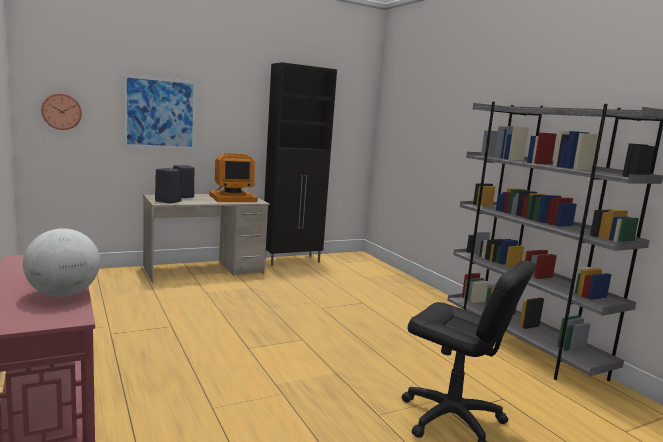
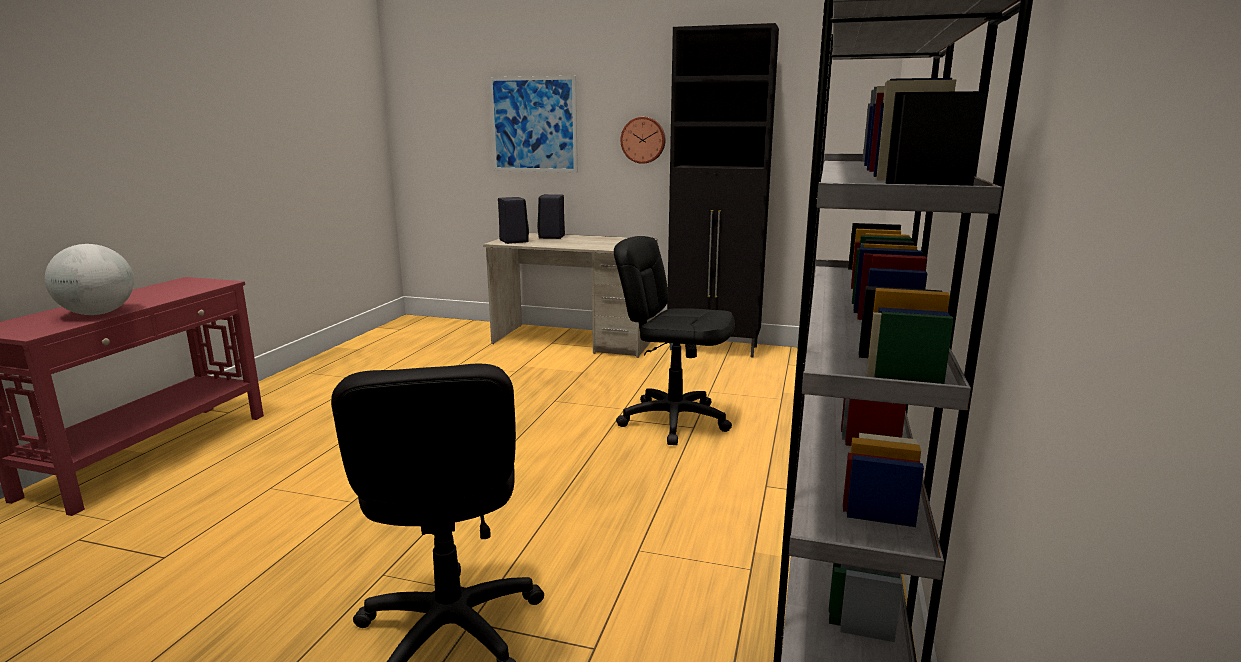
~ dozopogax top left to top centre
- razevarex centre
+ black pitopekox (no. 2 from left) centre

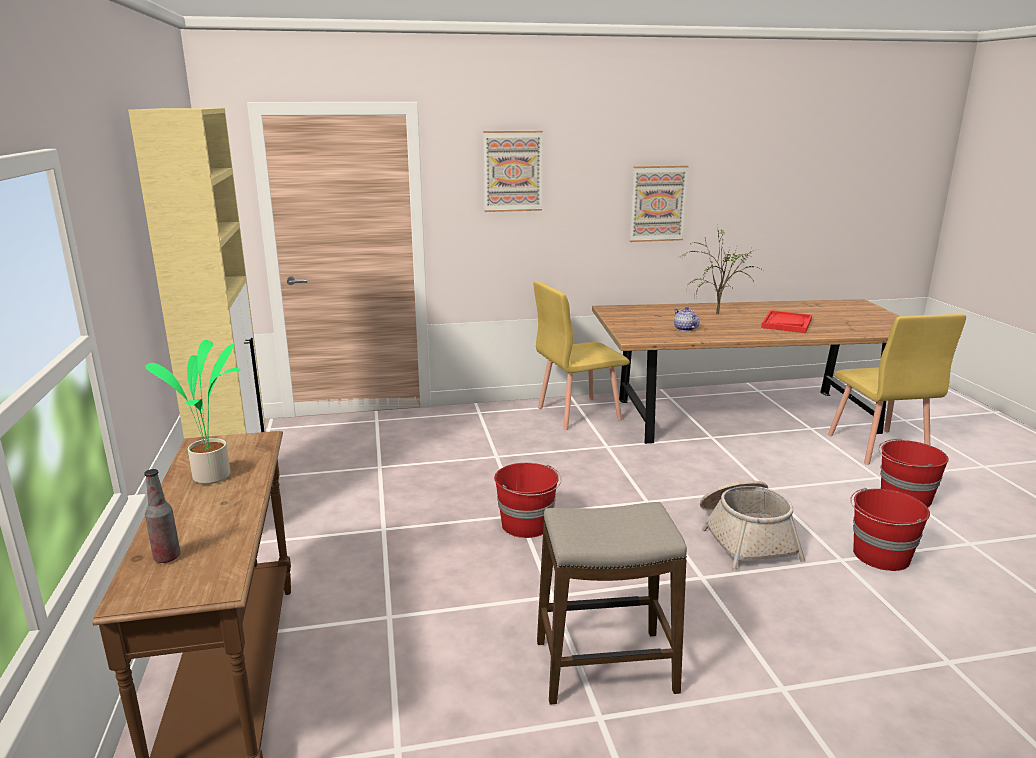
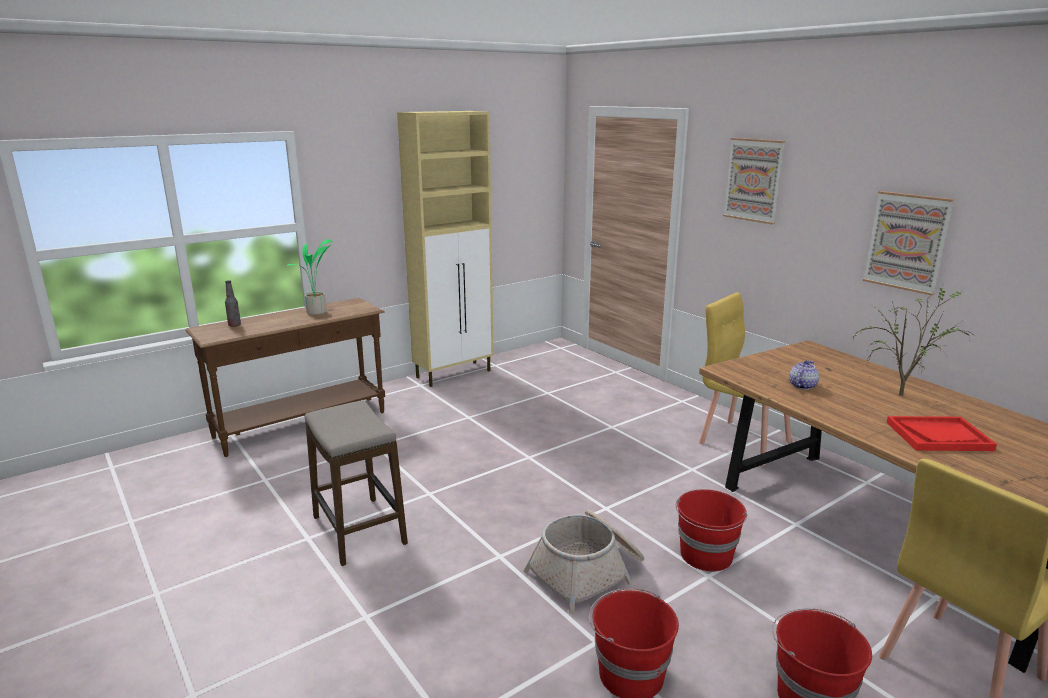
~ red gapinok (no. 1 from left in the first image) centre to red gapinok (no. 2 from left) bottom right

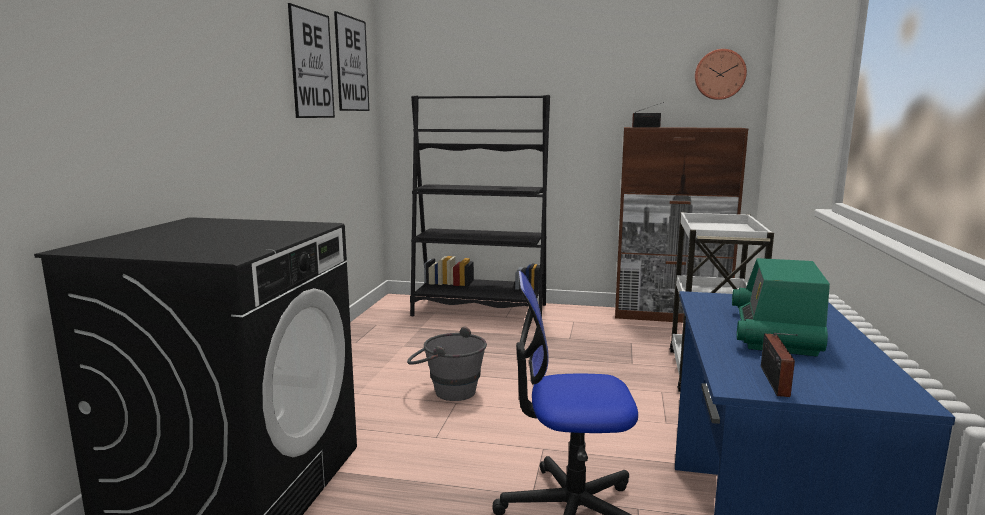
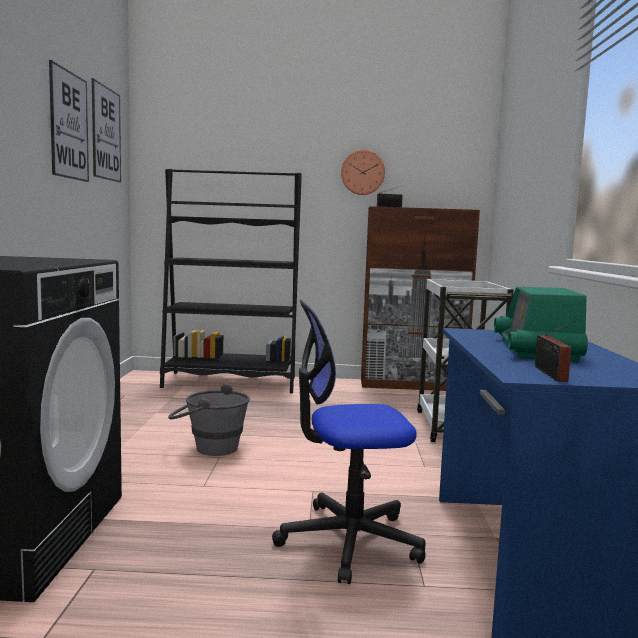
~ dozopogax top right to top centre

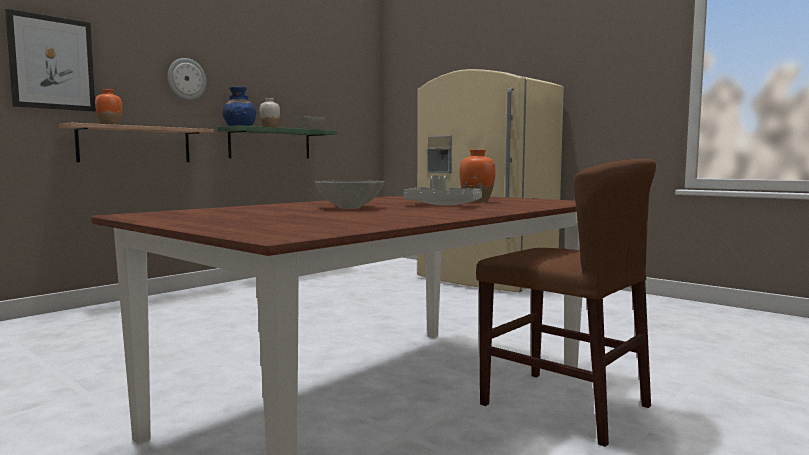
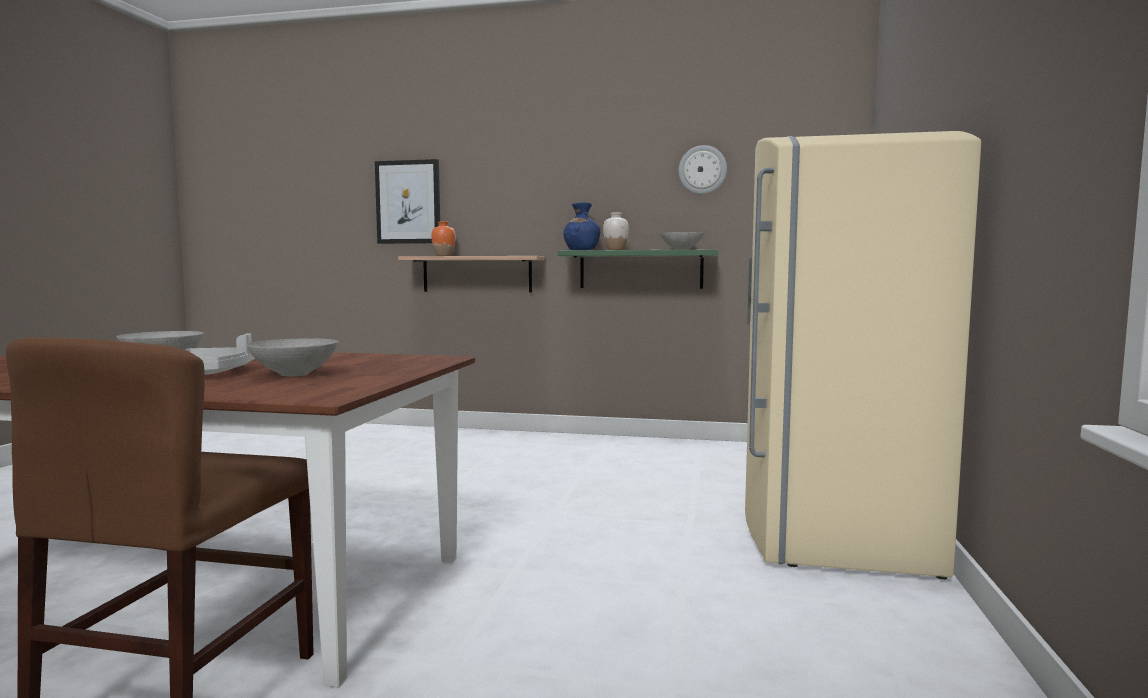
~ dozopogax top left to top centre
~ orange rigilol (no. 2 from left) centre to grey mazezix (no. 2 from left) middle left

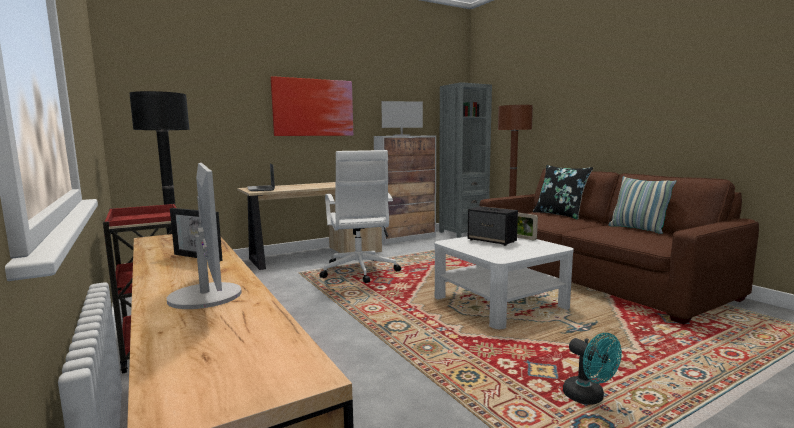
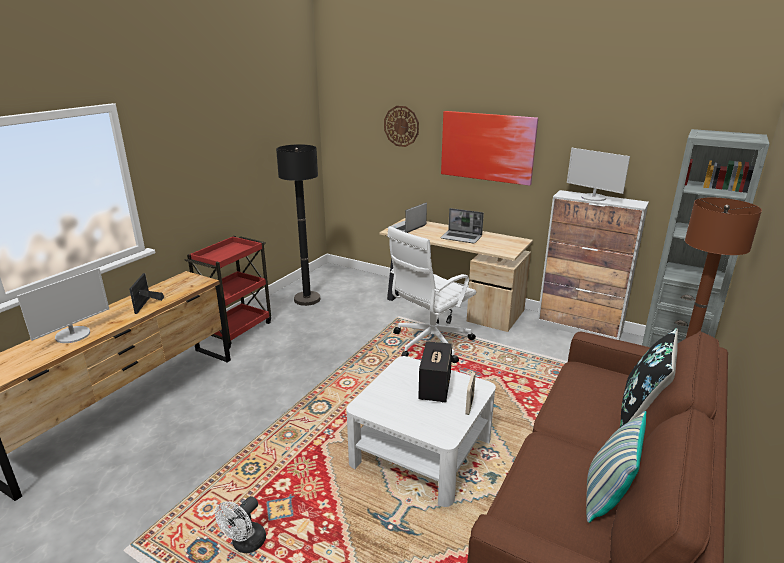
~ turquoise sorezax bottom right to white sorezax bottom left
+ dozopogax top centre
+ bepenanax (no. 2 from left) centre

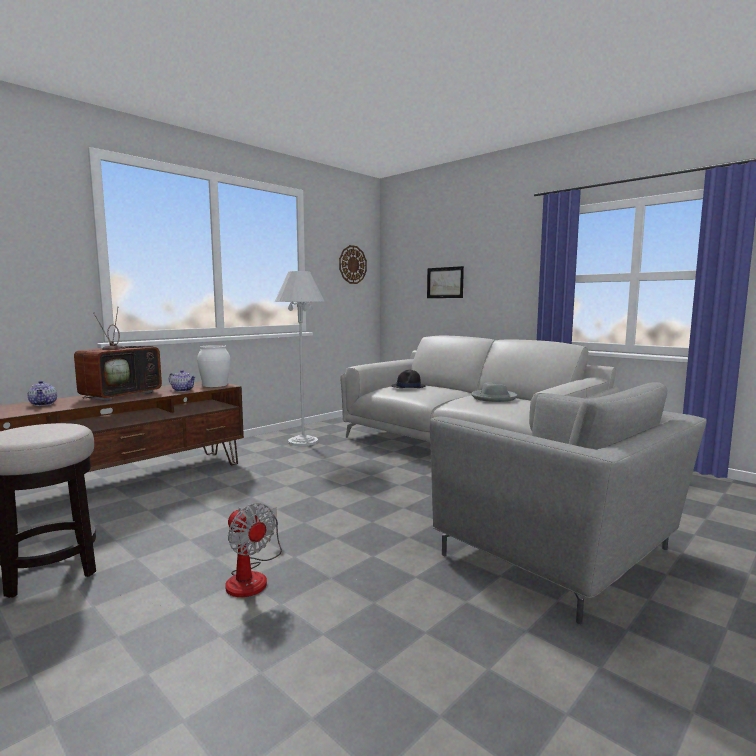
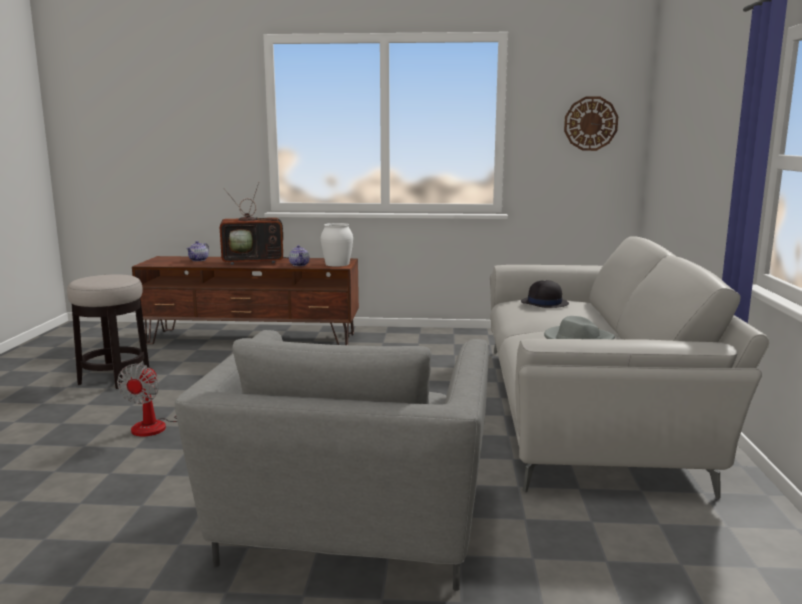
- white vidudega centre
- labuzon centre

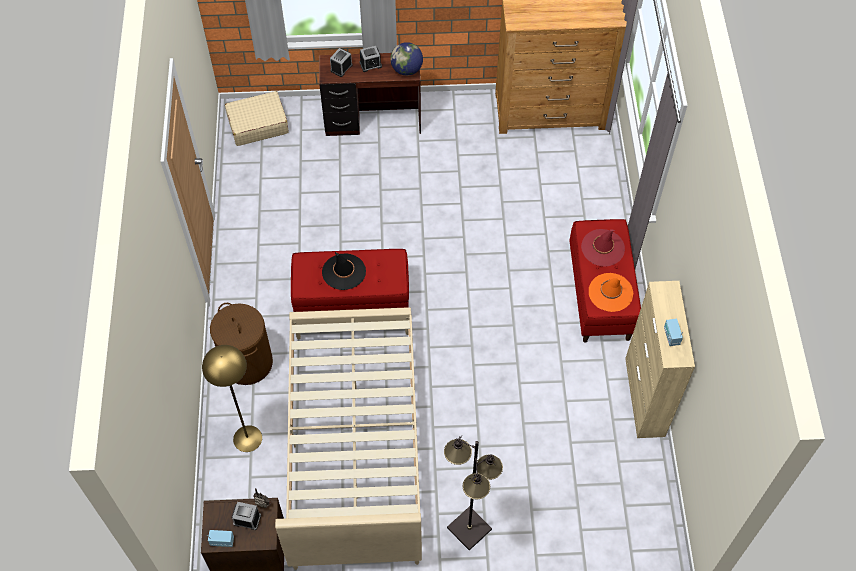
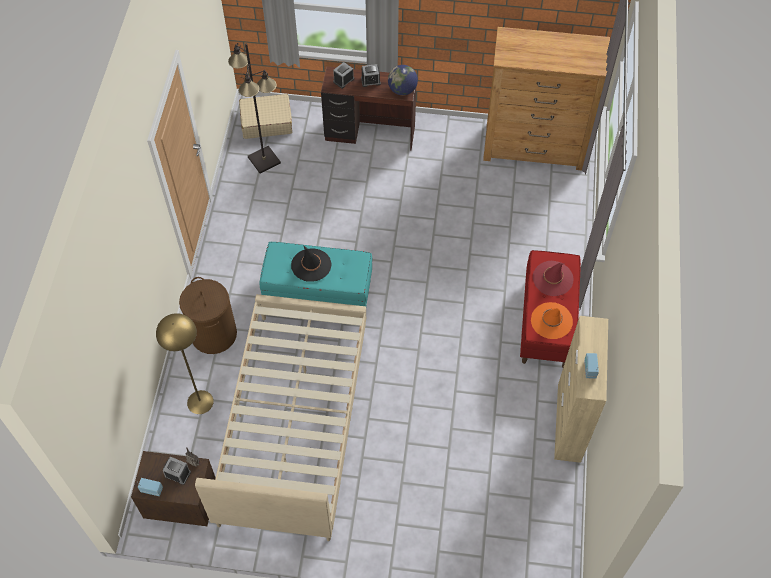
~ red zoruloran (no. 1 from left) centre to turquoise zoruloran centre
~ black vidudega bottom centre to top left

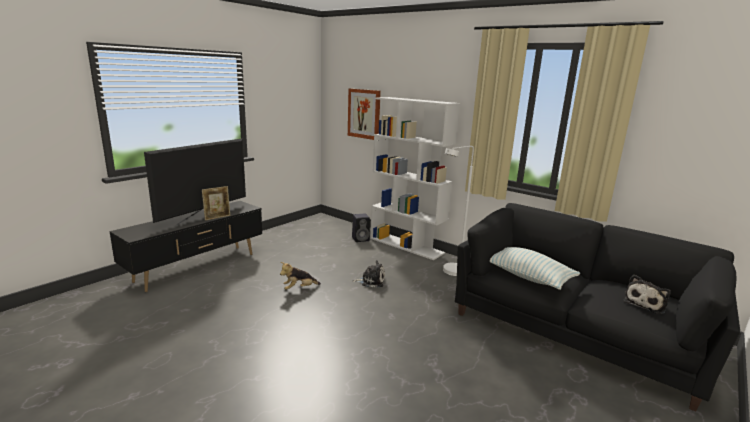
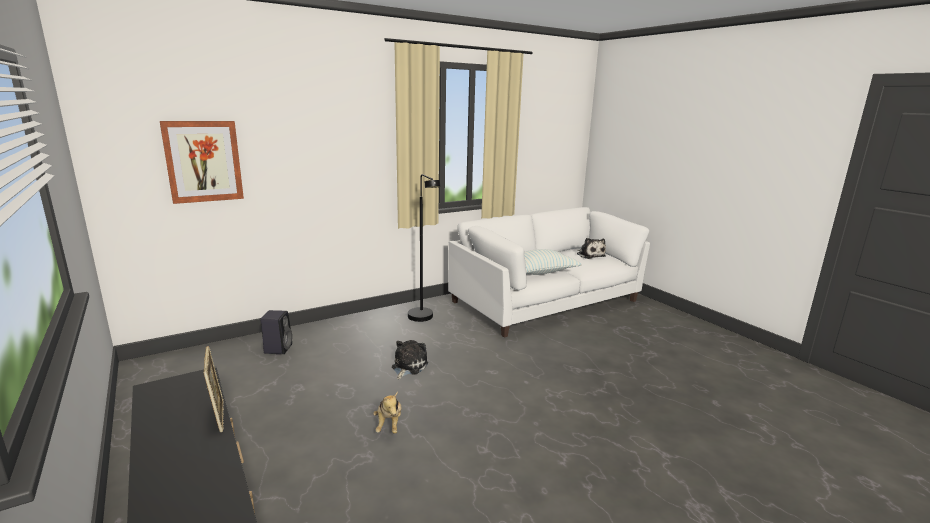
- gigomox middle left
- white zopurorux centre
~ white vidudega centre to black vidudega centre
~ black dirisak bottom right to white dirisak centre

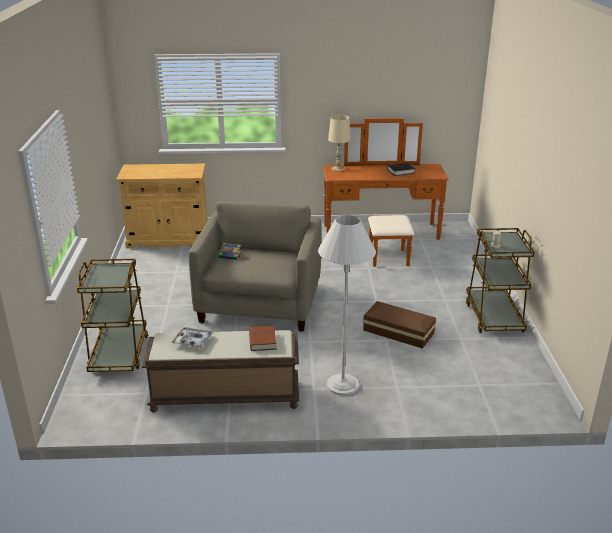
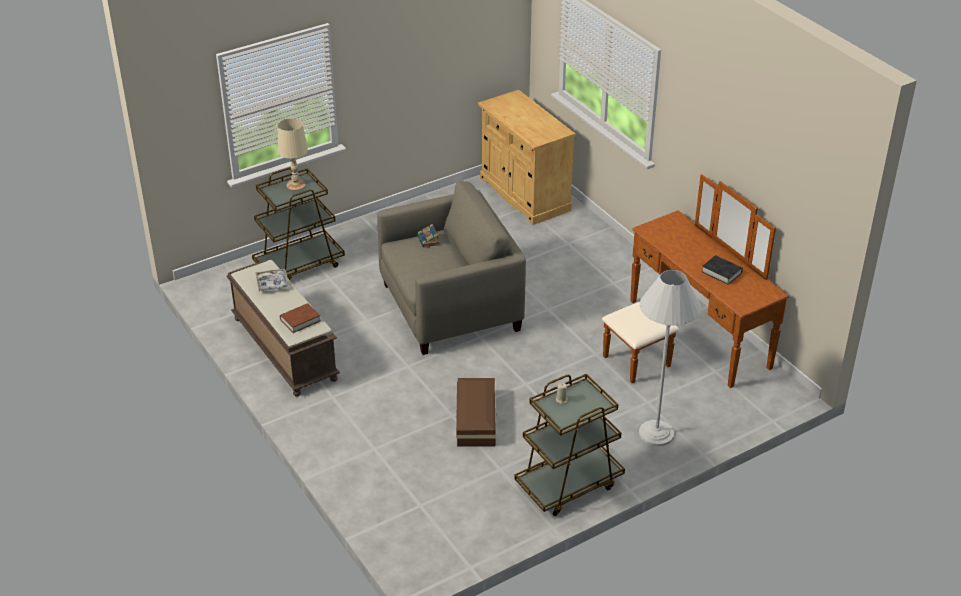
~ white vidudega centre to middle right
~ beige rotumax top centre to top left

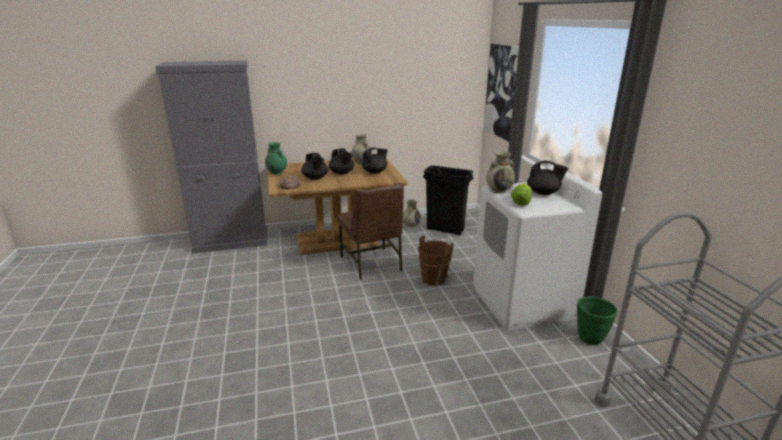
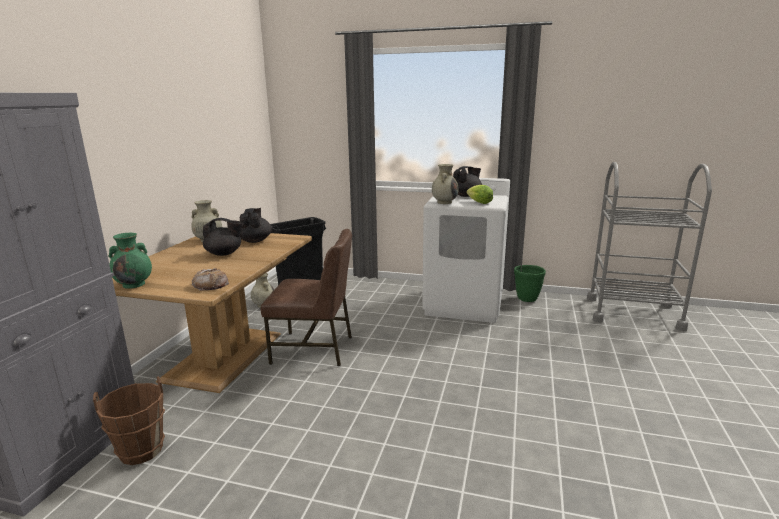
- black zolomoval (no. 1 from left) centre
~ brown gapinok centre to bottom left
- labuzon top centre

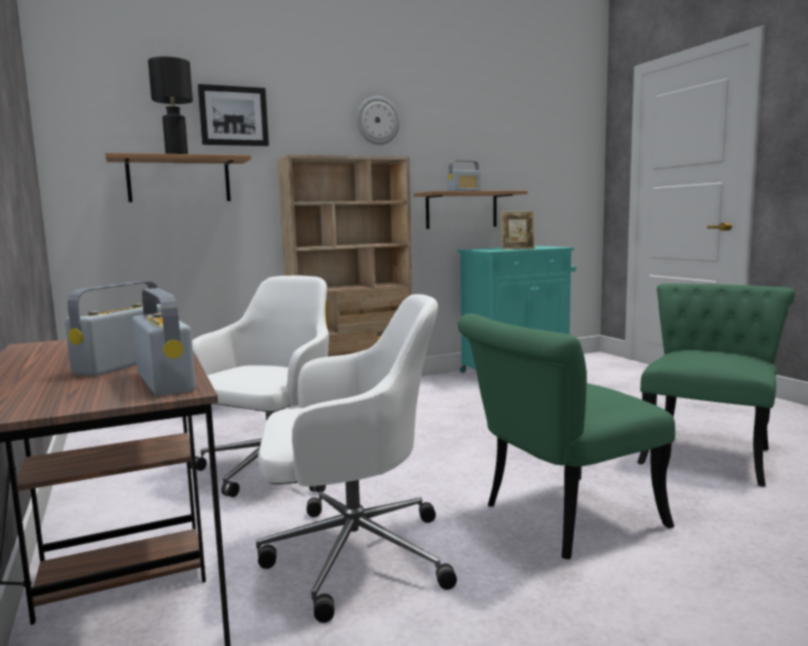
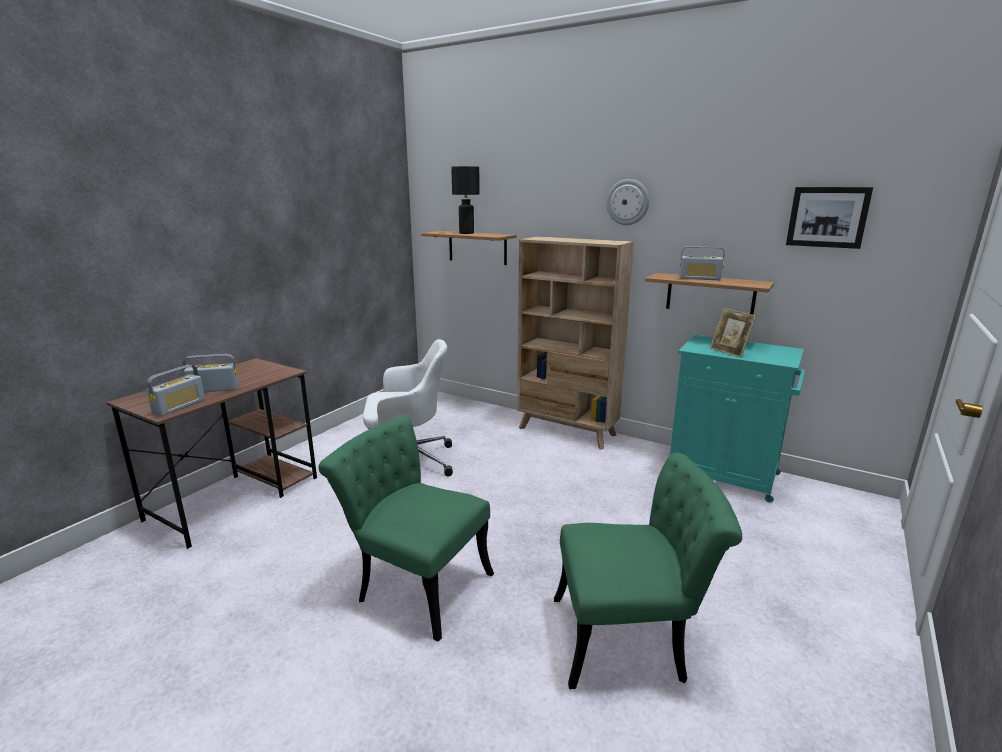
~ labuzon top left to top right
- white pitopekox (no. 2 from left) bottom centre

